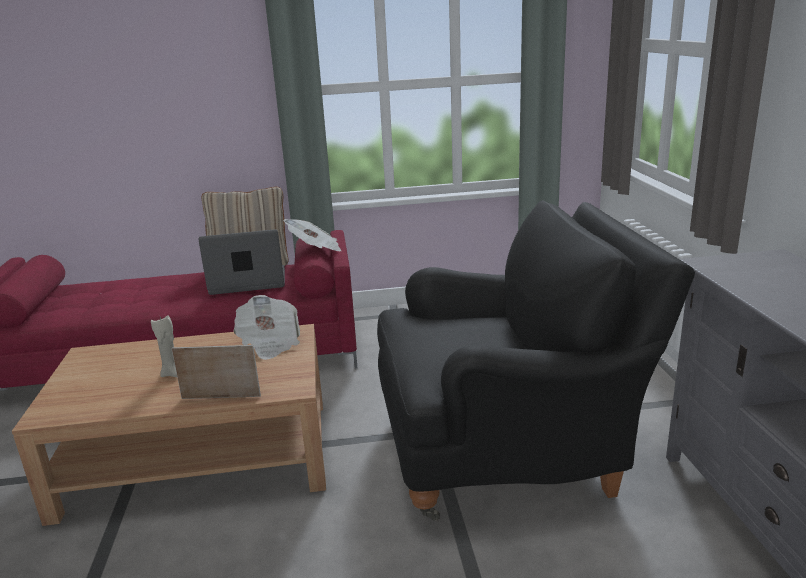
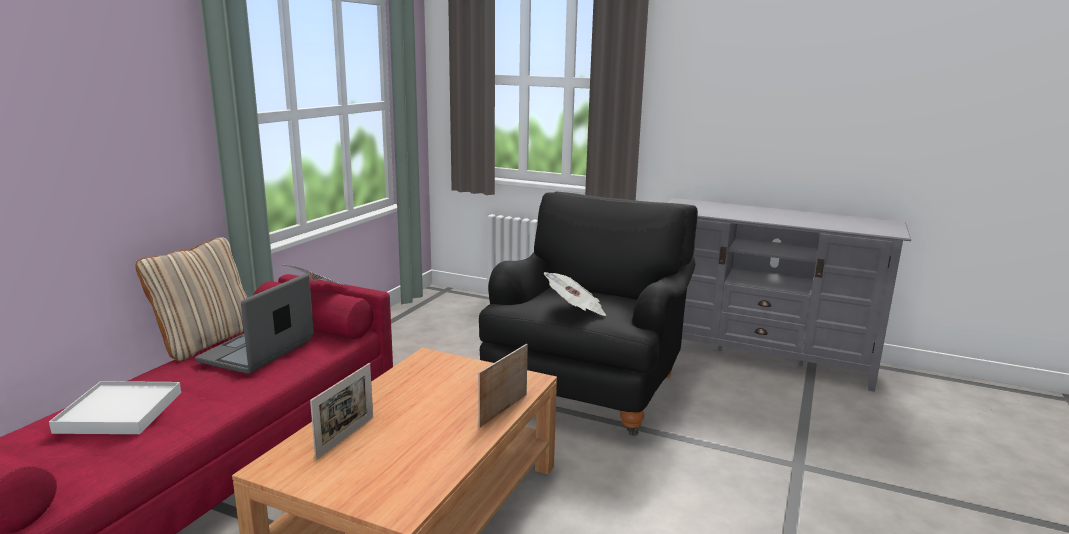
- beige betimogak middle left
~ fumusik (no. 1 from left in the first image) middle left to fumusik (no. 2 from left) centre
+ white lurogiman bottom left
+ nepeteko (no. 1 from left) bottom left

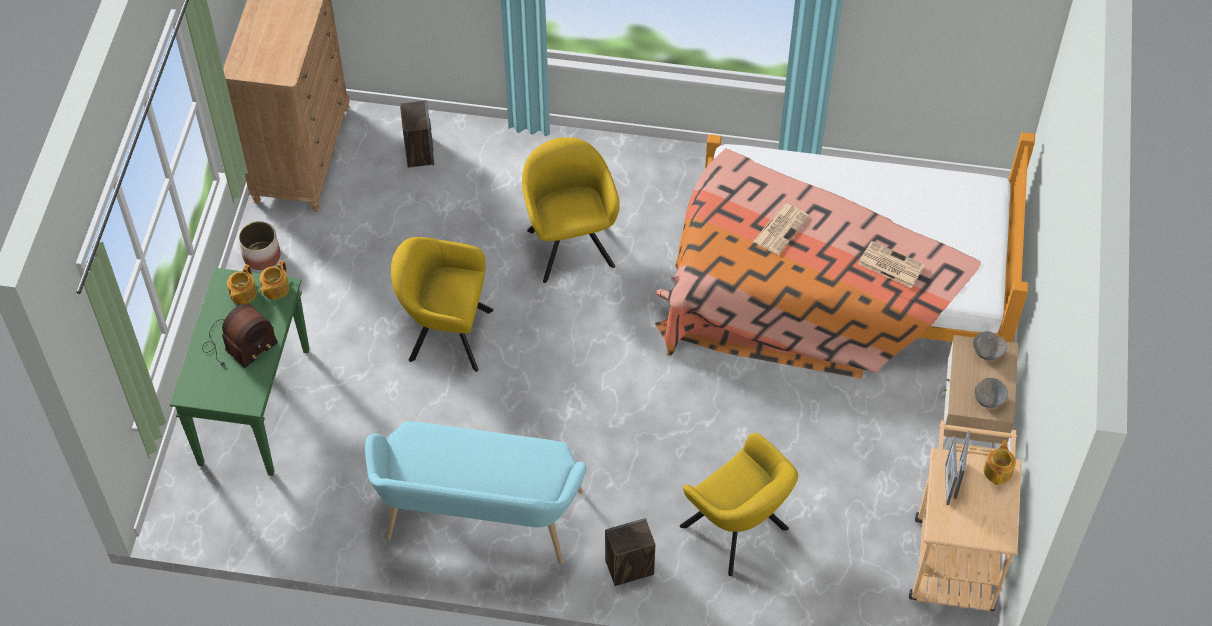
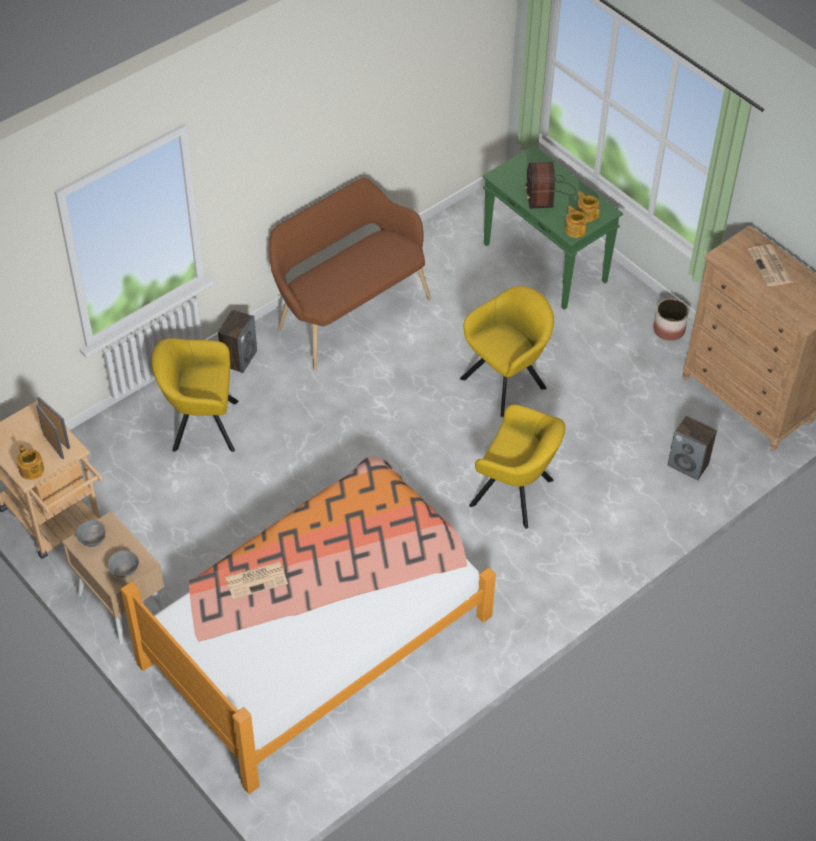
~ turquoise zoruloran bottom centre to brown zoruloran top centre
~ fumusik (no. 1 from left in the first image) centre to fumusik (no. 2 from left) top right

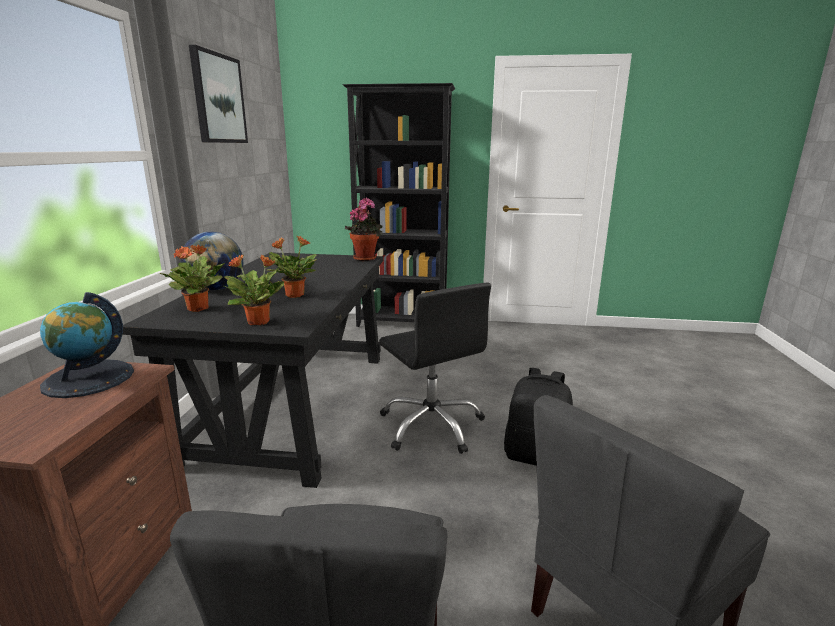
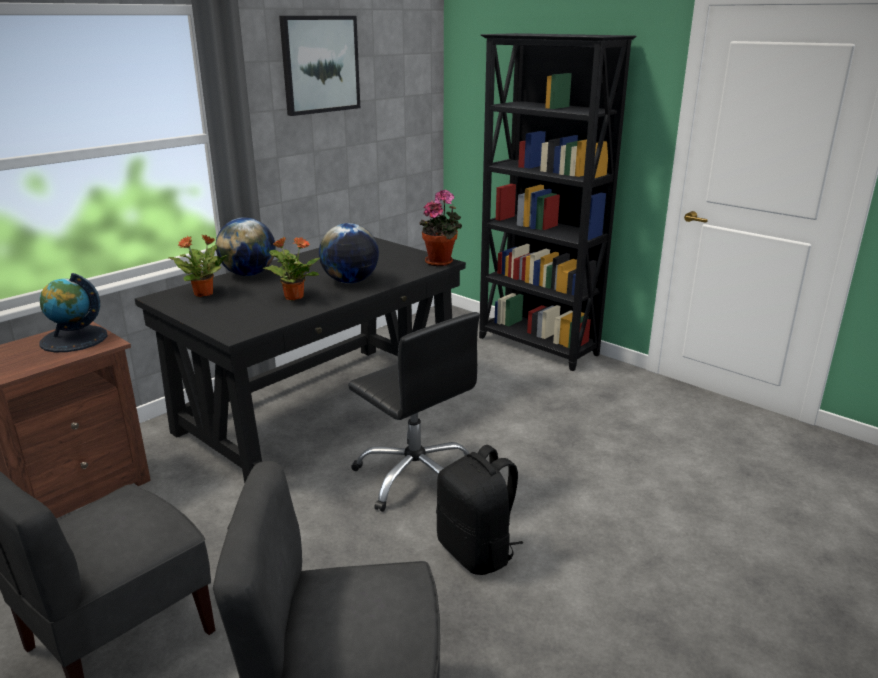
- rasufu (no. 2 from left) middle left
~ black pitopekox centre = centre 45 degrees counterclockwise
+ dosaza (no. 3 from left) centre

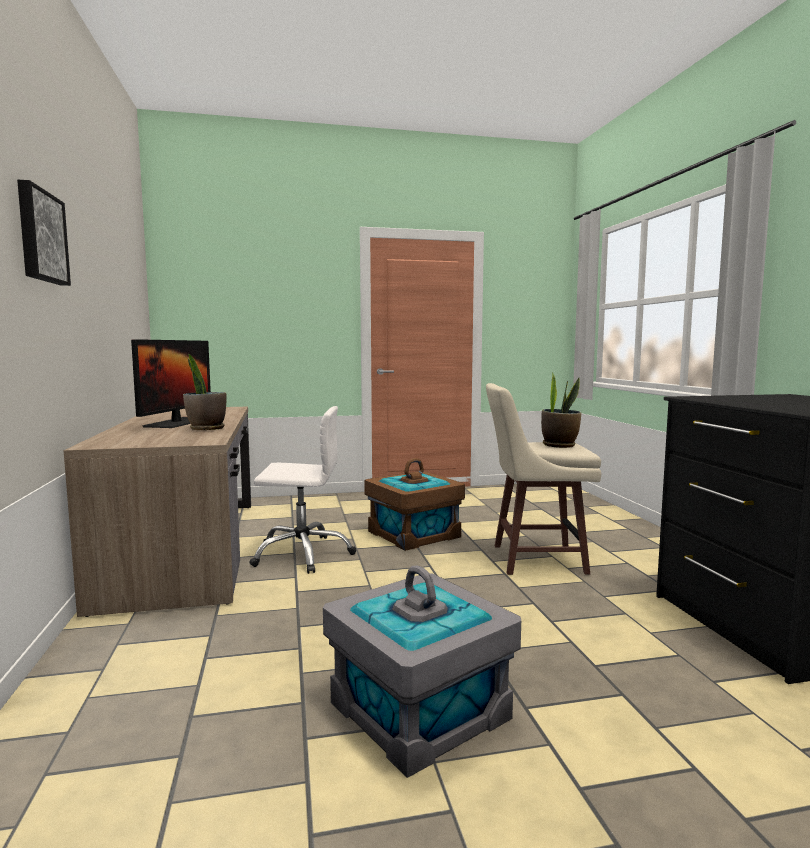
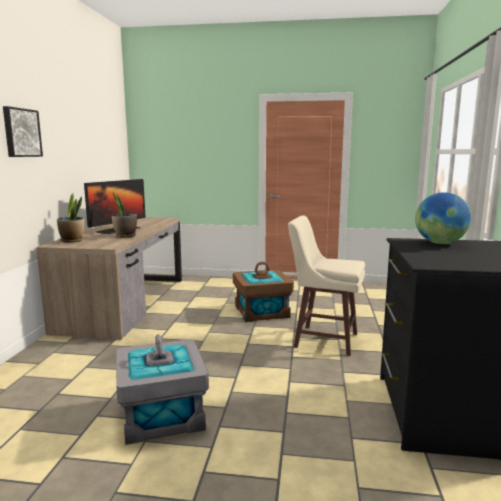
- white pitopekox centre
~ rasufu (no. 2 from left in the first image) middle right to rasufu (no. 1 from left) middle left
+ dosaza middle right

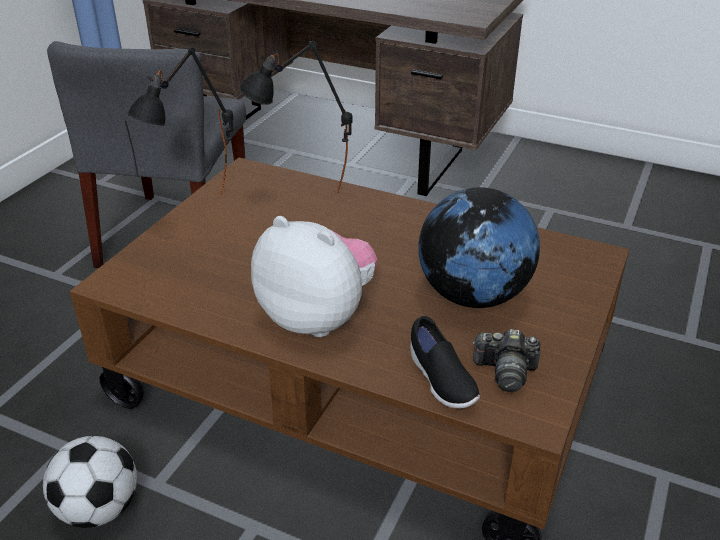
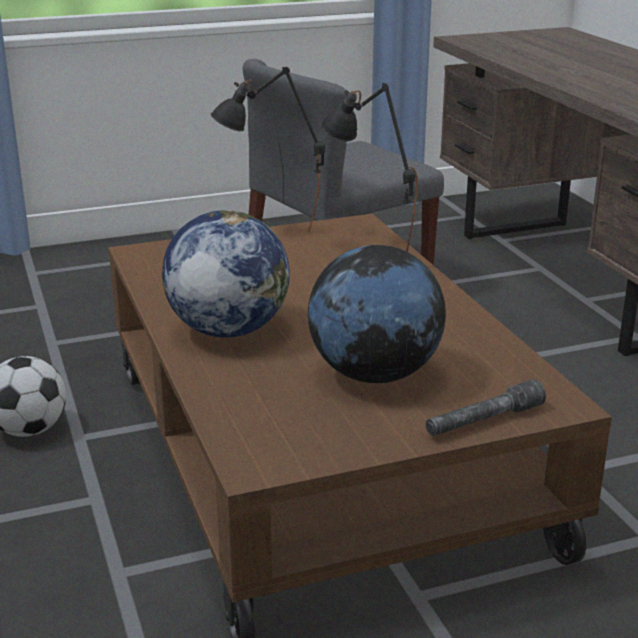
~ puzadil centre to dosaza (no. 1 from left) centre
- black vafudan bottom centre
- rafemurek bottom right
+ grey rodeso middle right

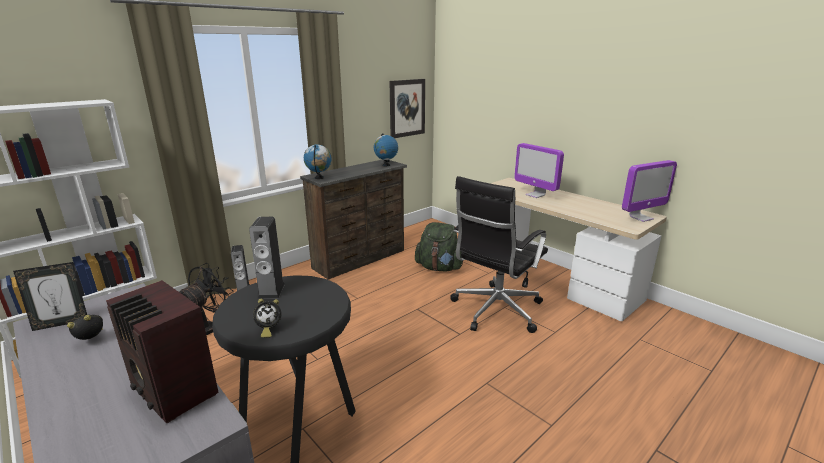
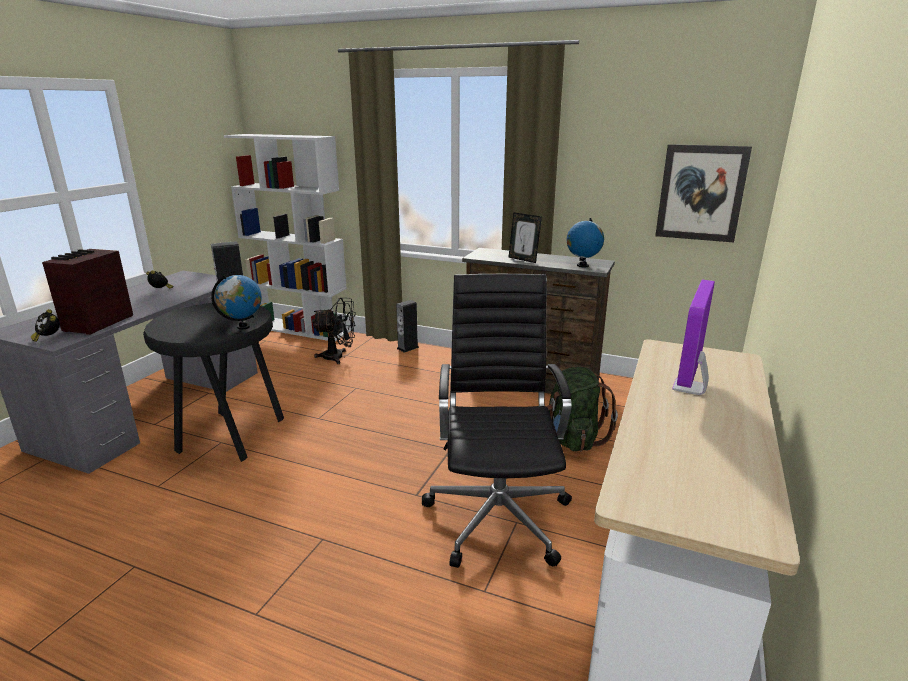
~ nepeteko middle left to centre
~ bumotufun (no. 2 from left in the first image) bottom left to bumotufun (no. 1 from left) middle left
~ dosaza (no. 1 from left) centre to middle left
~ black pitopekox centre = centre 75 degrees clockwise
- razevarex (no. 2 from left) middle right

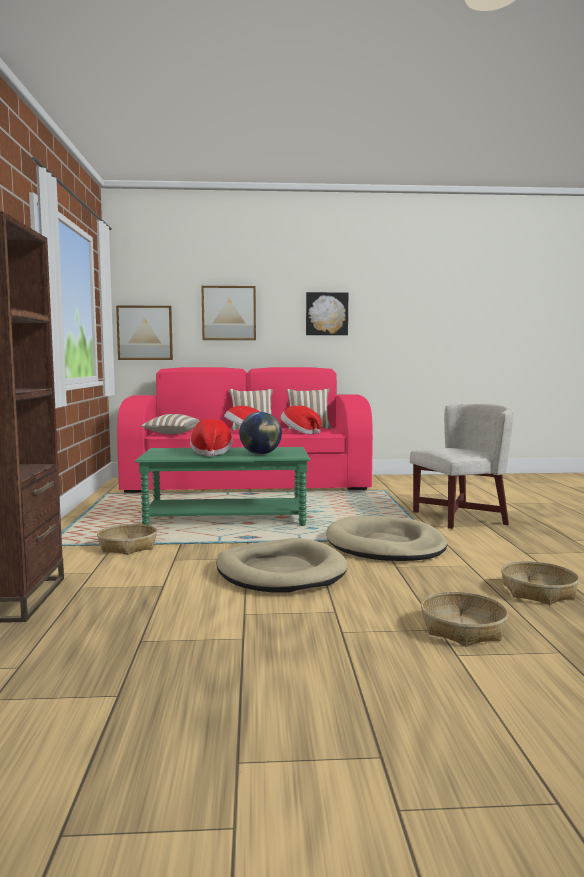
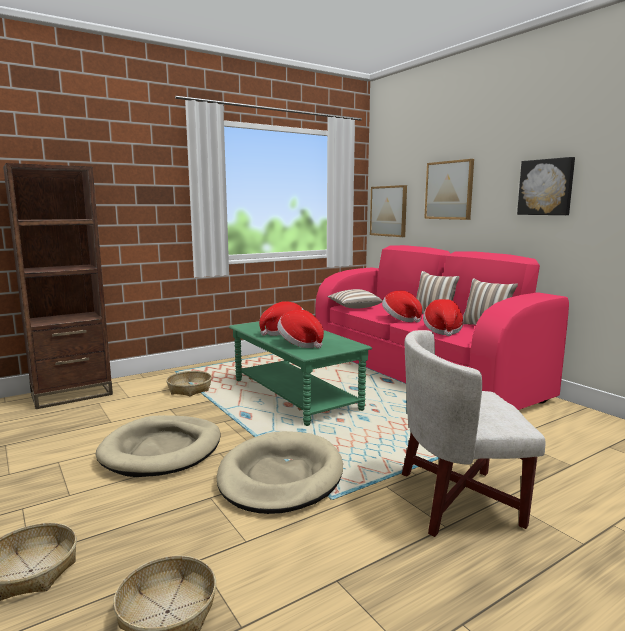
~ dosaza centre to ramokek (no. 2 from left) centre
~ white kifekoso middle right = bottom right 135 degrees clockwise

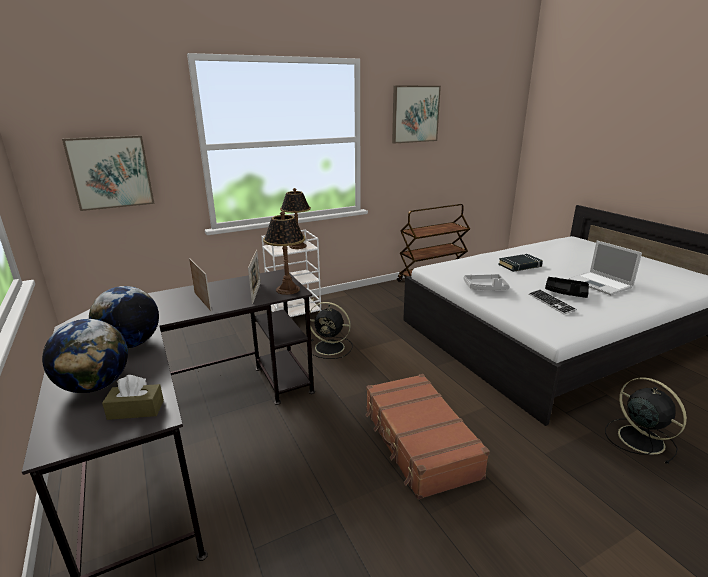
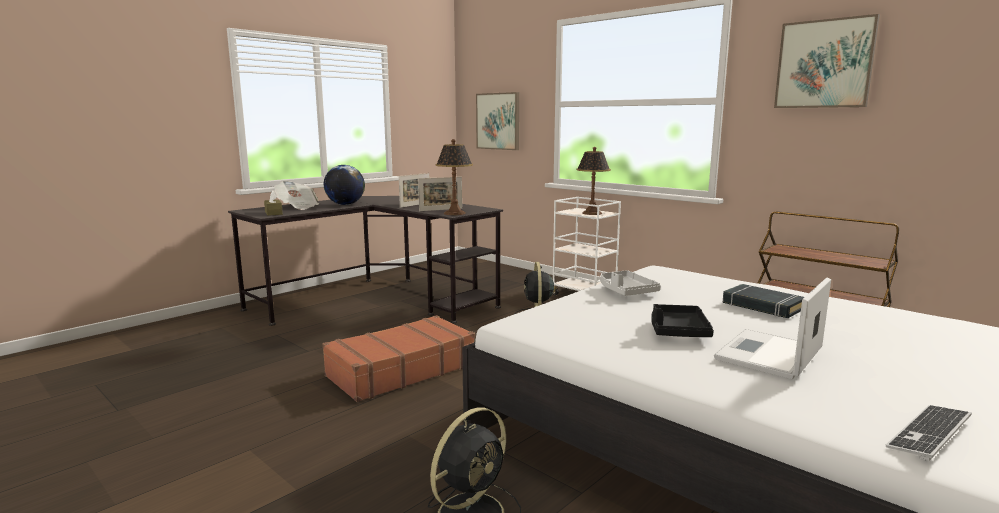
~ dosaza (no. 1 from left) middle left to fumusik middle left
~ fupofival middle right to bottom right

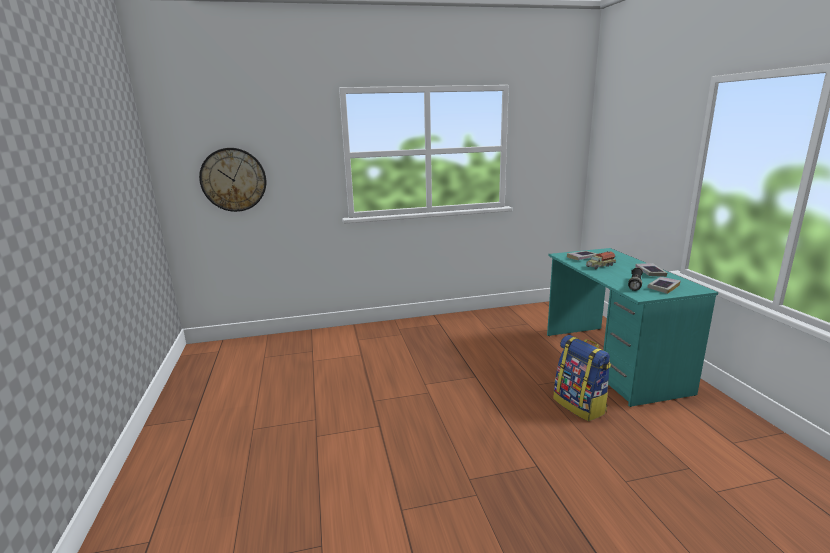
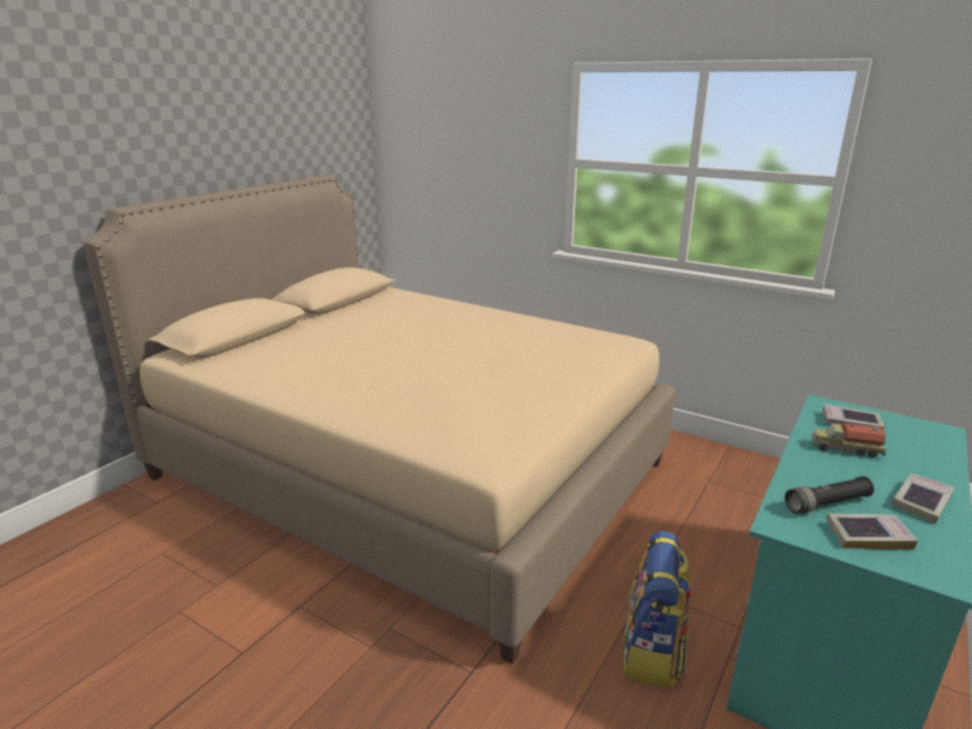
- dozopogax top left
+ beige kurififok centre

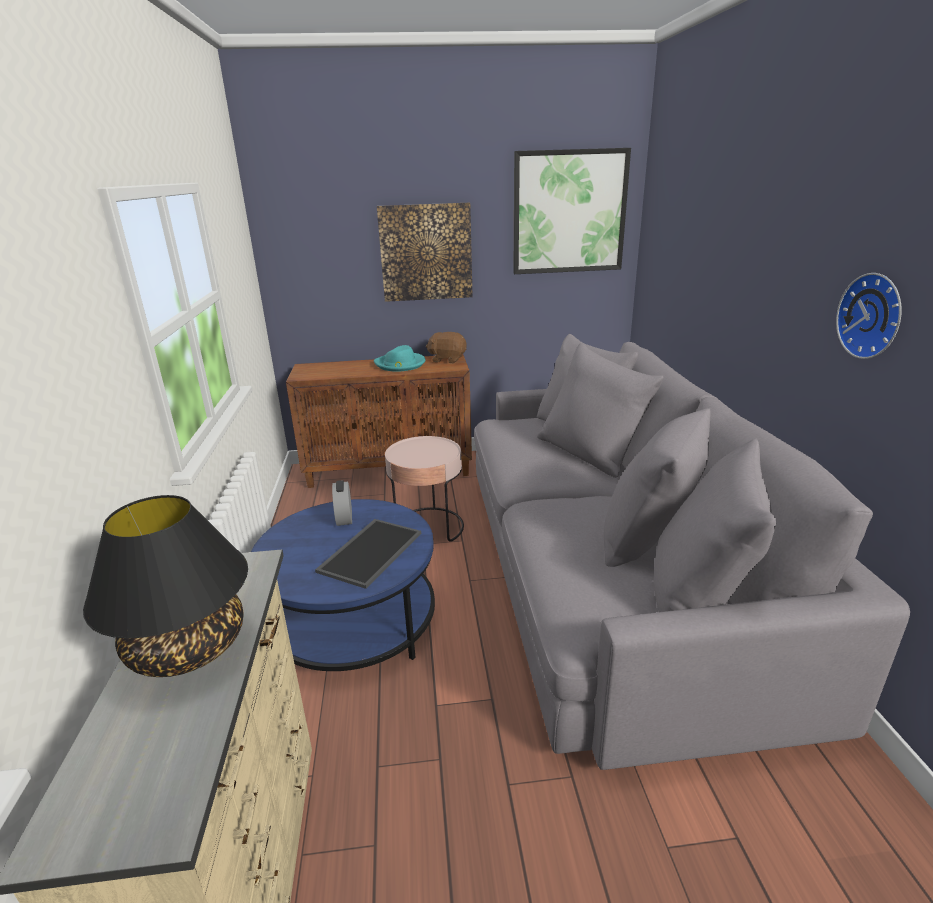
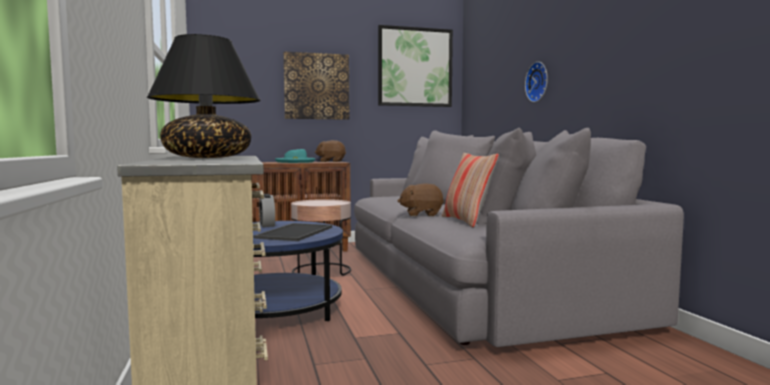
~ dozopogax middle right to top right
+ brown puzadil (no. 2 from left) centre
+ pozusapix centre

